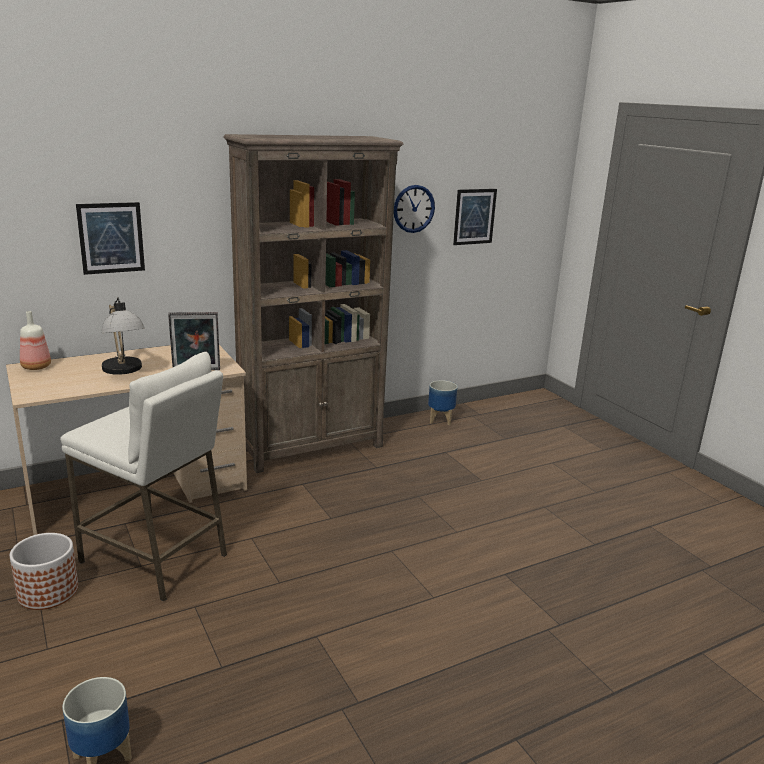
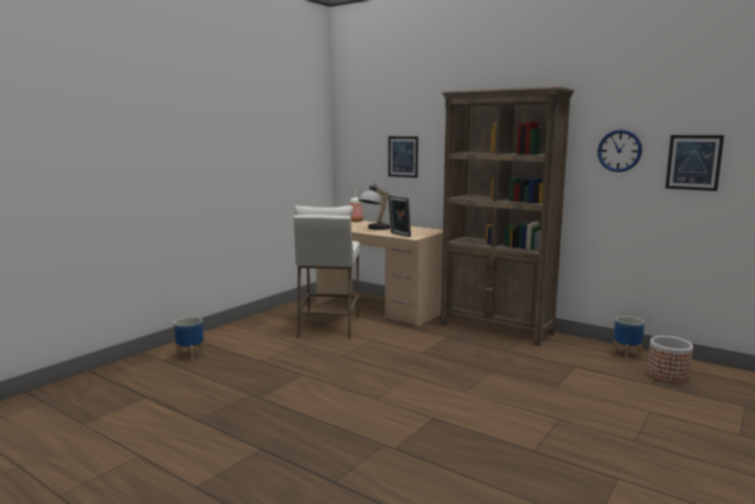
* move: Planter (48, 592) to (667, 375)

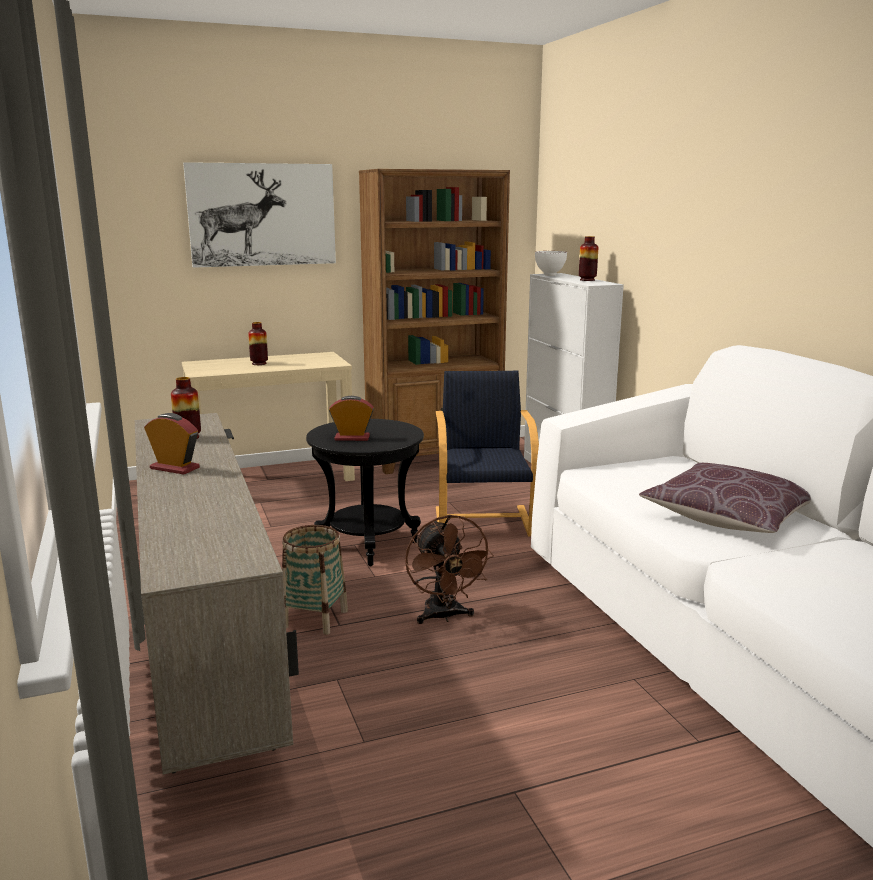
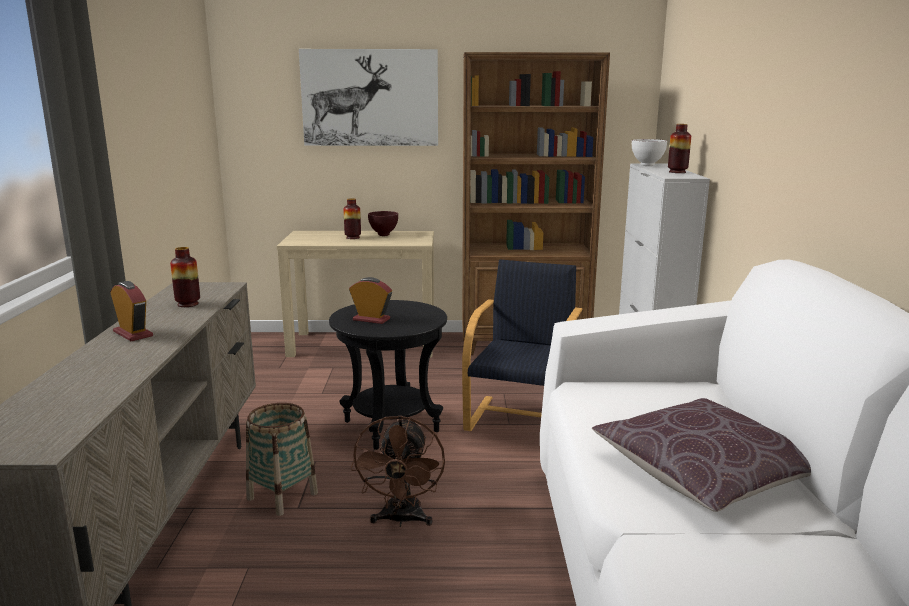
* insert: BrownBowl (383, 235)

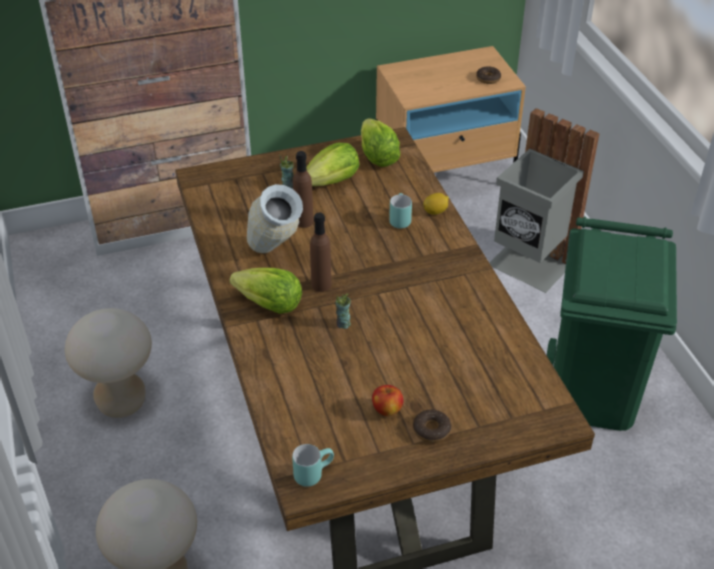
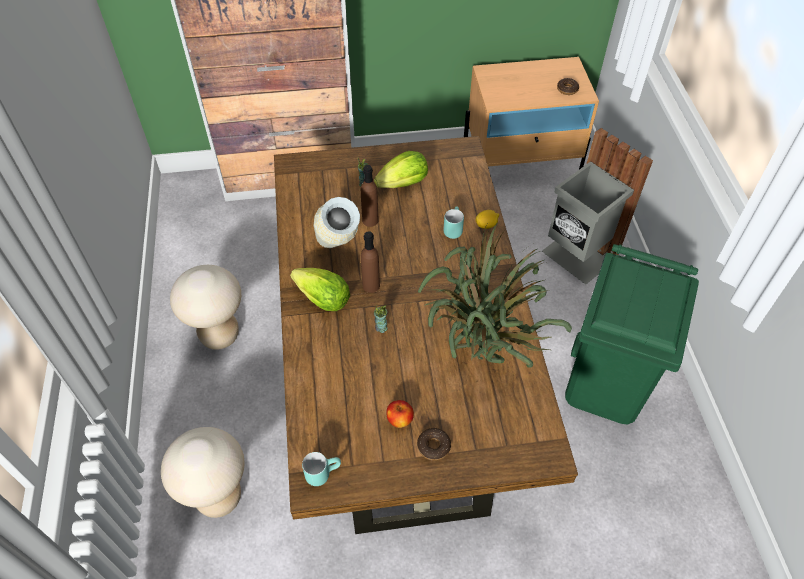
* delete: Lettuce (377, 157)
* insert: PottedPlant (479, 355)

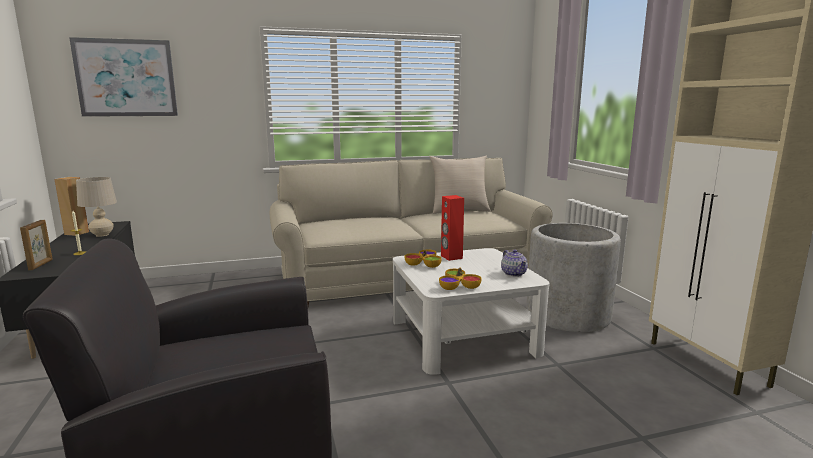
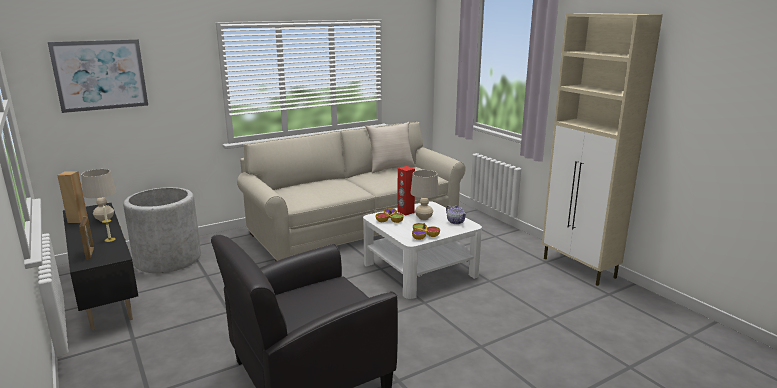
* move: GreyPlanter (568, 315) to (168, 259)
* insert: BeigeTableLamp (424, 218)

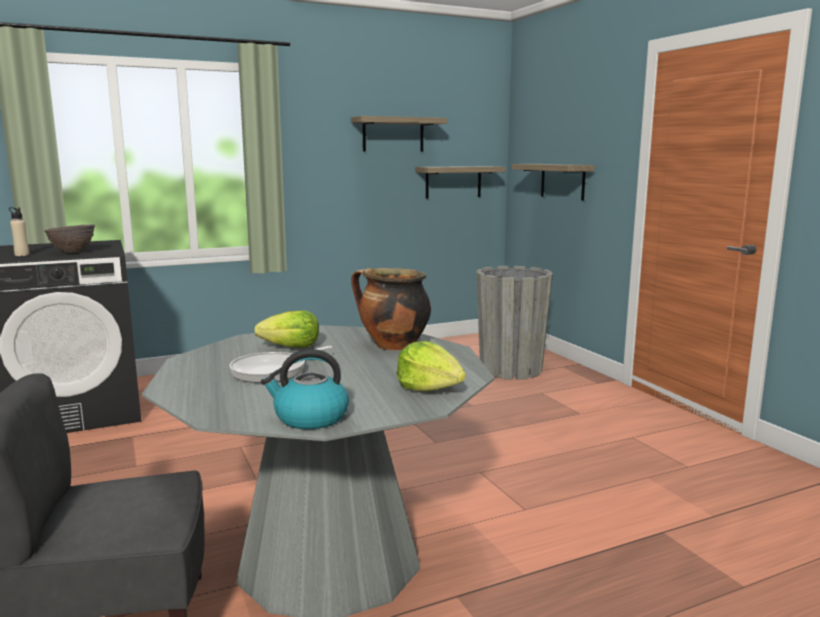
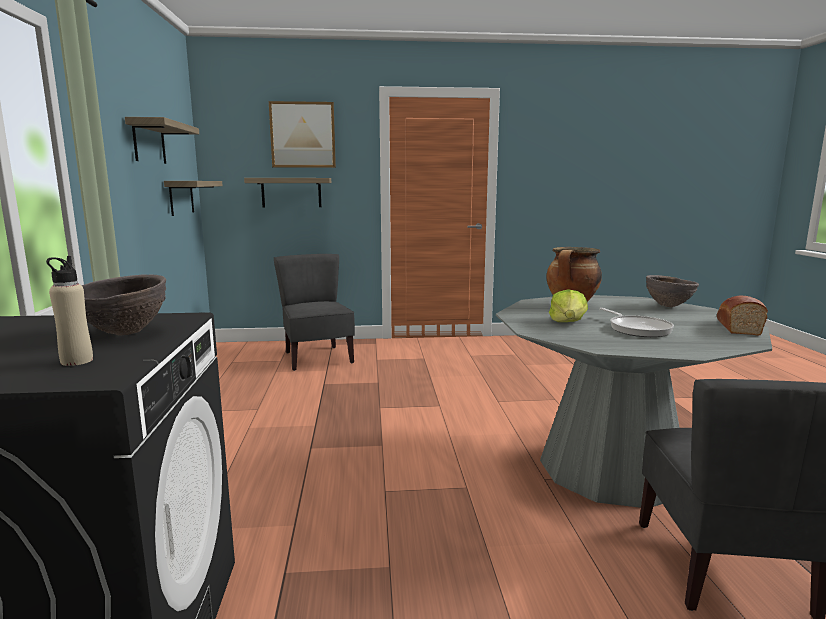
* replace: GreyPlanter (510, 369) to GreyChair (317, 358)
* replace: Lettuce (429, 388) to BrownBowl (668, 306)
* replace: Kettle (310, 418) to Bread (737, 327)
* insert: Picture (303, 135)

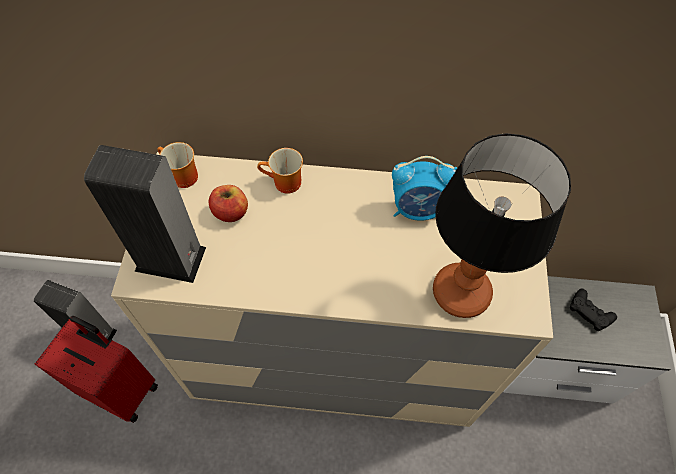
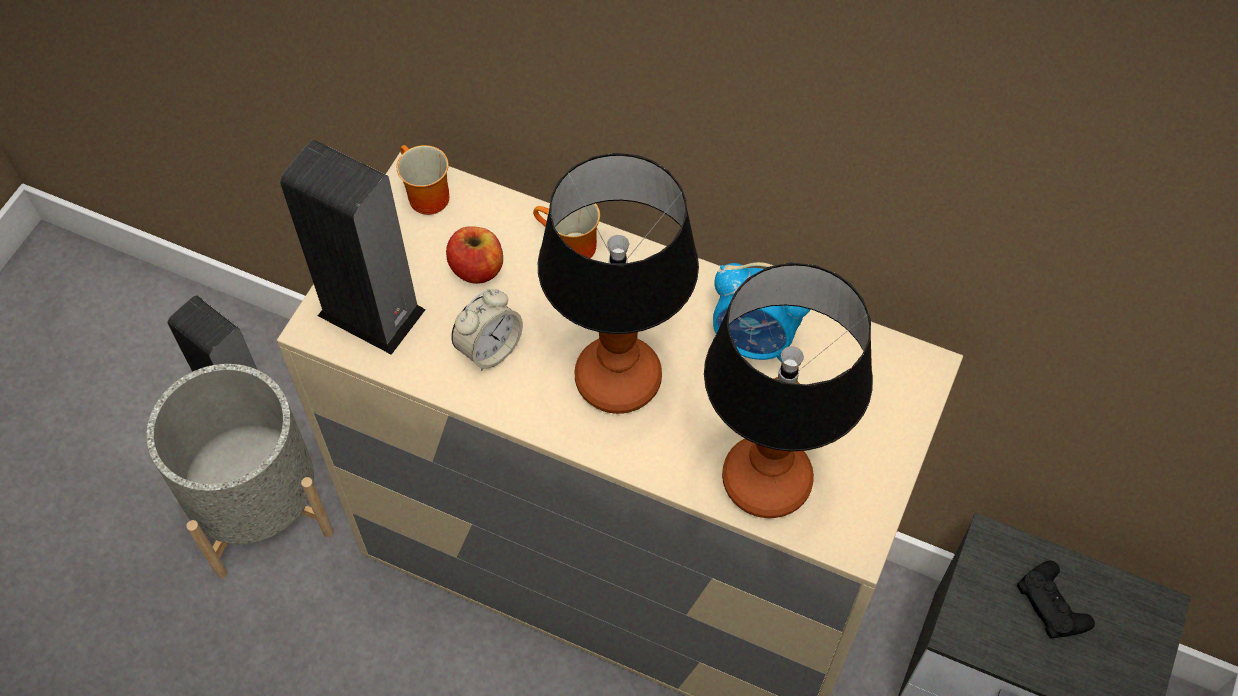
* replace: RedSuitcase (122, 389) to GreyPlanter (260, 506)
* insert: TableLamp (618, 377)
* insert: AlarmClock (489, 349)

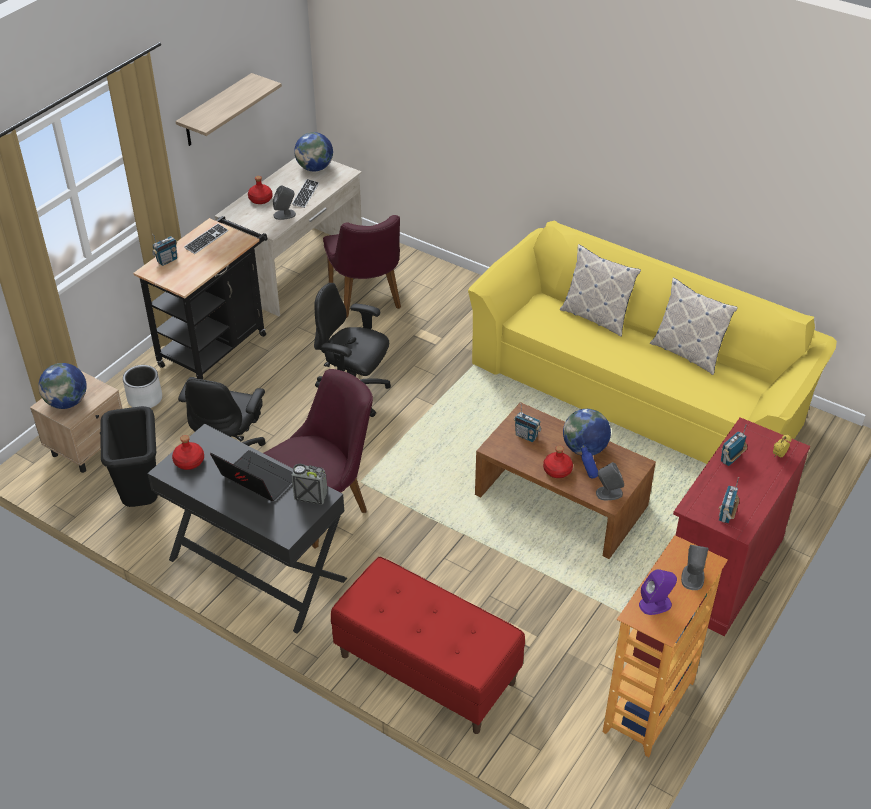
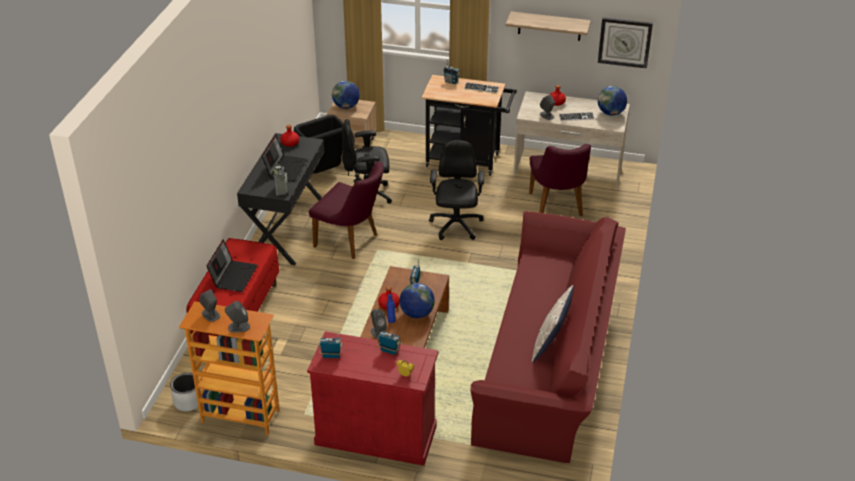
* rotate: PurpleChair (367, 300) = (557, 207) 60 degrees counterclockwise
* recolor: YellowSofa (639, 387) to RedSofa (551, 360)
* delete: Pillow (596, 317)
* move: GreyPlanter (144, 398) to (188, 401)
* recolor: PurpleSpeaker (655, 604) to GreySpeaker (211, 315)
* insert: WallClock (624, 42)
* insert: Laptop (233, 276)

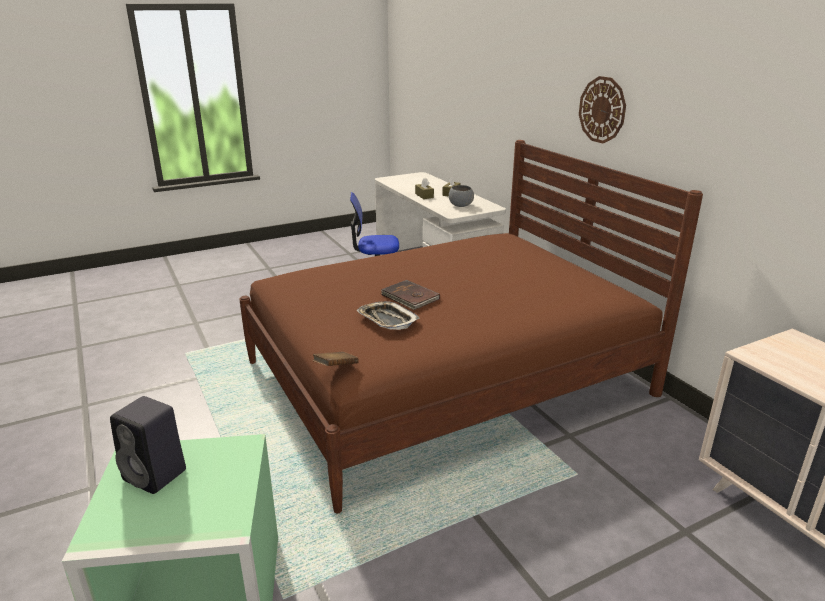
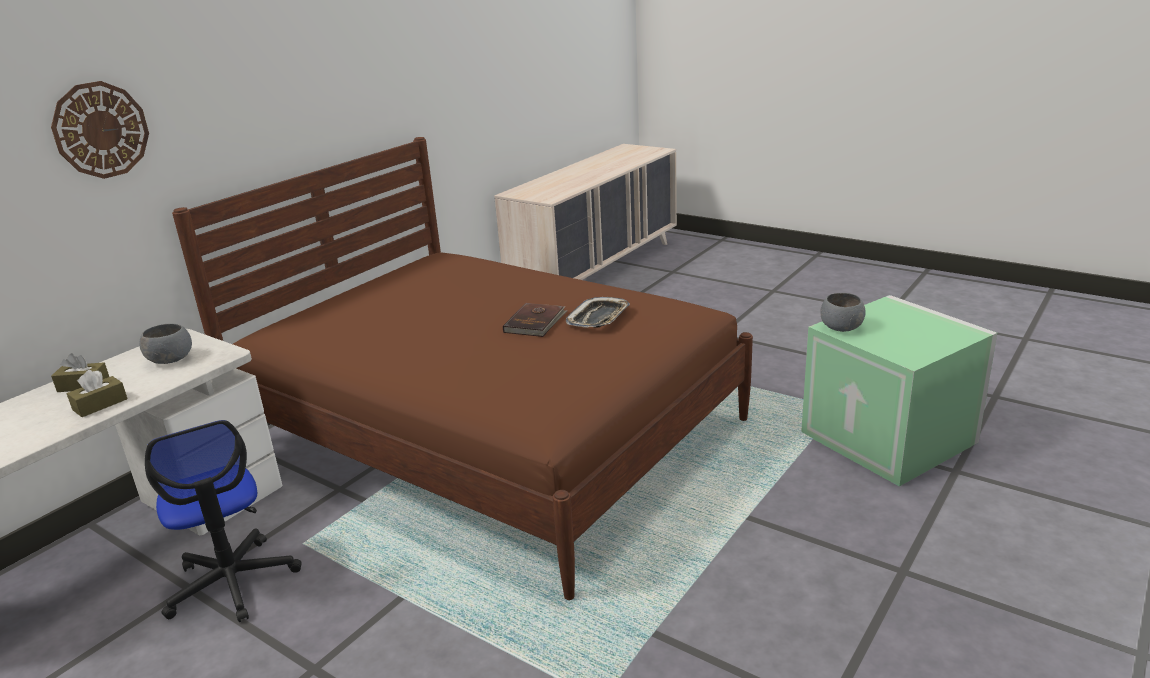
* move: WallClock (602, 110) to (101, 130)
* delete: BrownBook (336, 368)
* delete: BlackSpeaker (156, 475)
* insert: GreyBowl (841, 328)

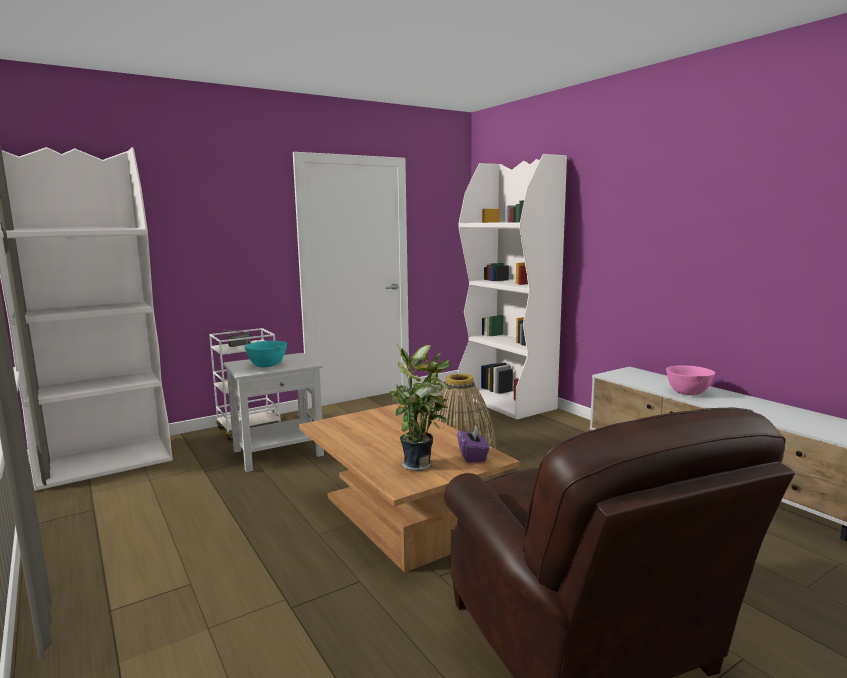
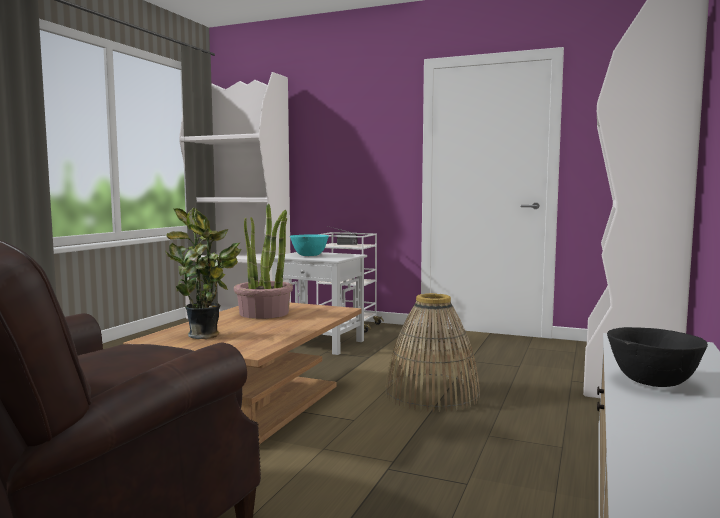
* recolor: PinkBowl (688, 393) to BlackBowl (652, 382)
* delete: PurpleTissueBox (473, 456)
* insert: PottedPlant (264, 313)

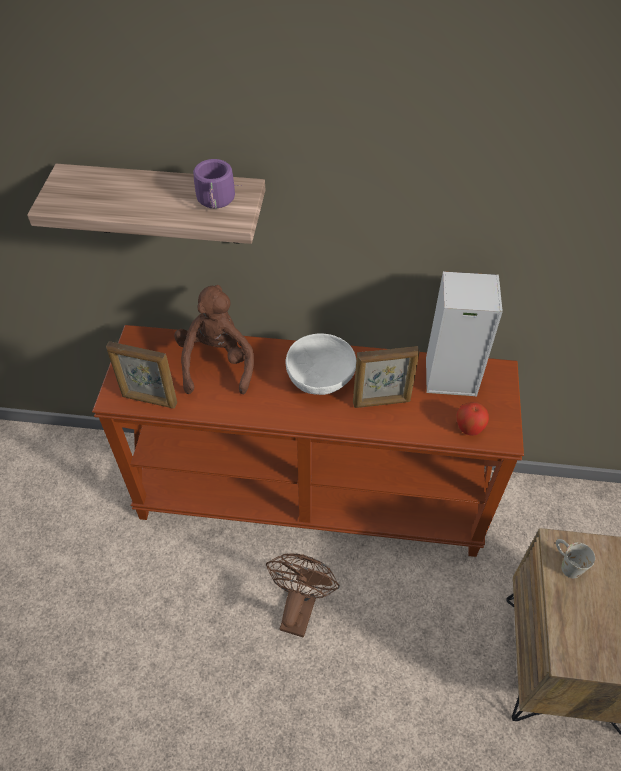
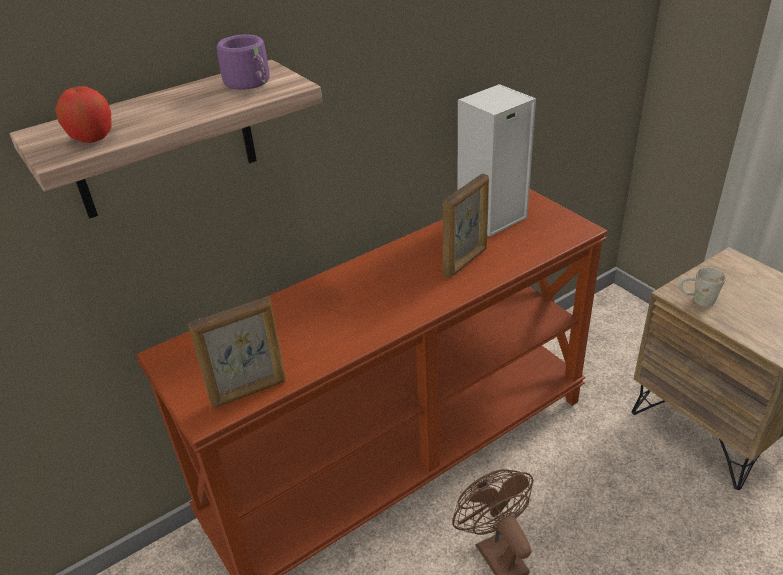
* delete: BrownPlushToy (217, 363)
* delete: WhiteBowl (321, 378)
* move: Apple (469, 427) to (92, 139)

